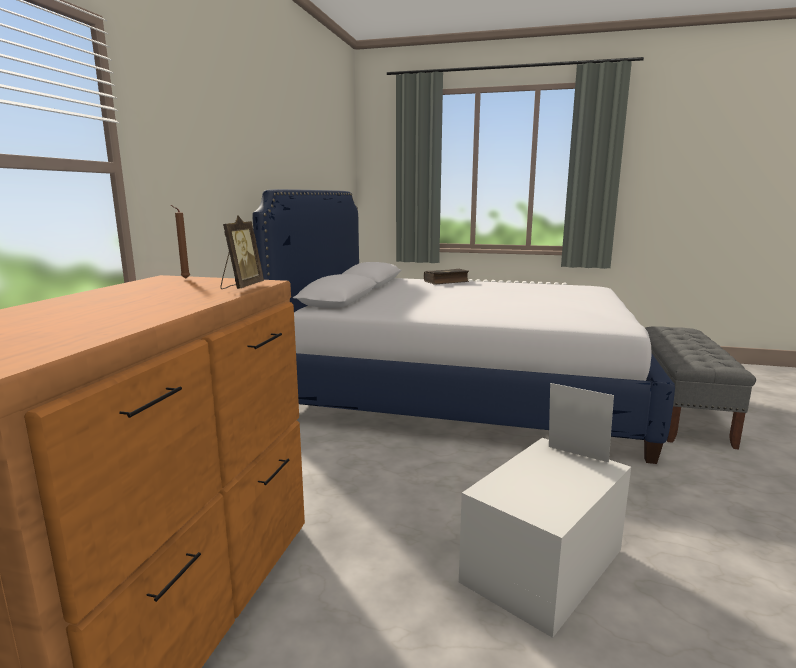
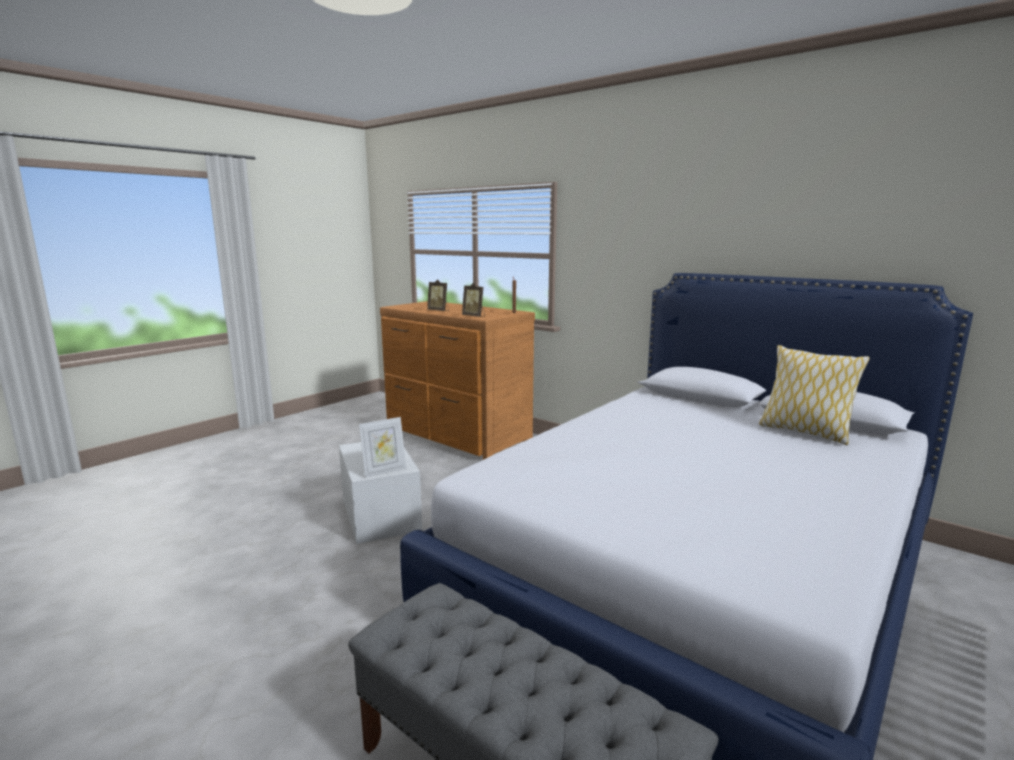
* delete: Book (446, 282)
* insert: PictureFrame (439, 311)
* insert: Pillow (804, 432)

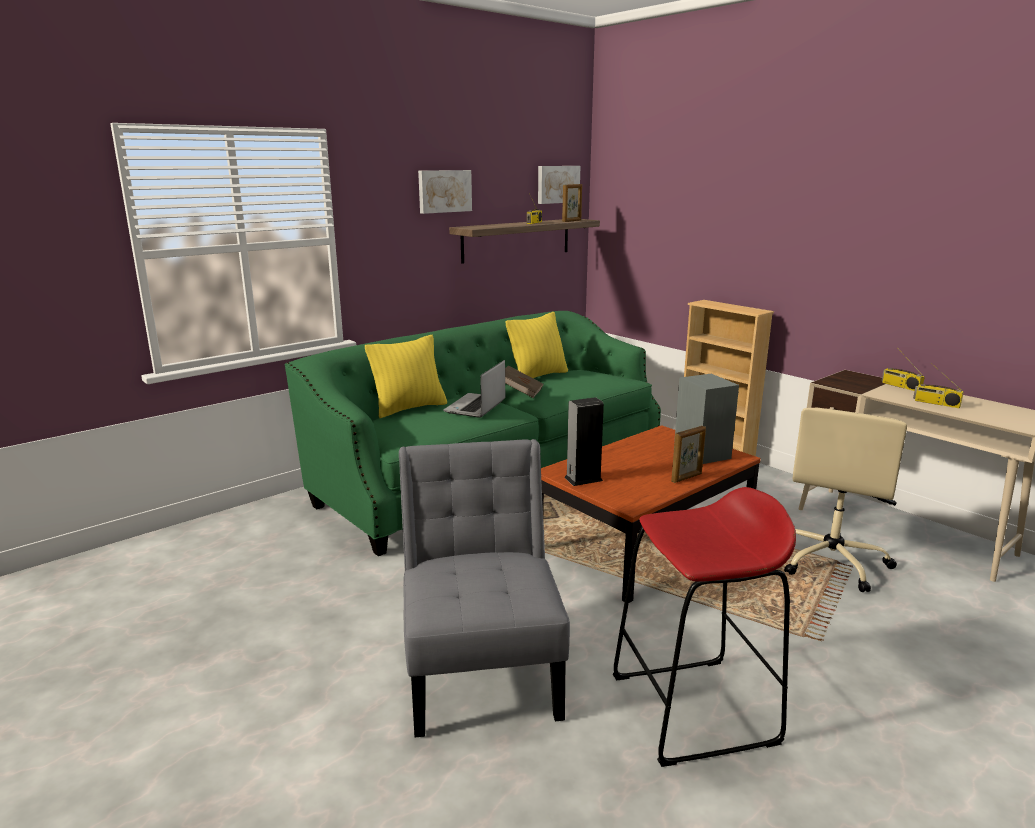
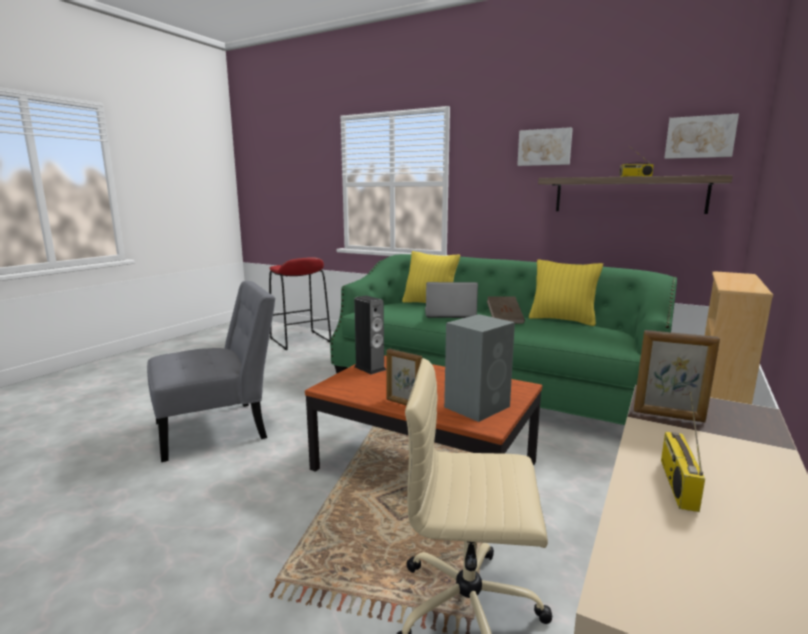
* move: PictureFrame (572, 221) to (668, 416)
* delete: Radio (900, 386)
* move: RedStool (694, 709) to (300, 340)

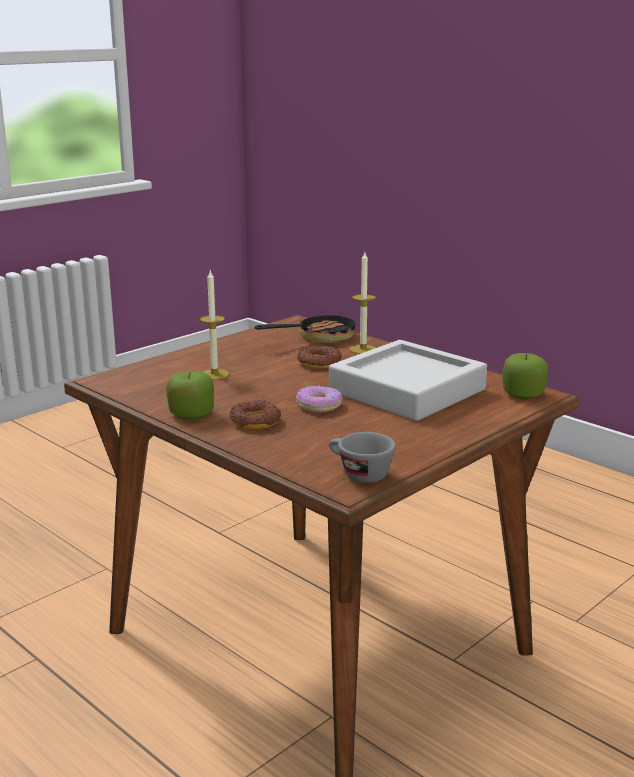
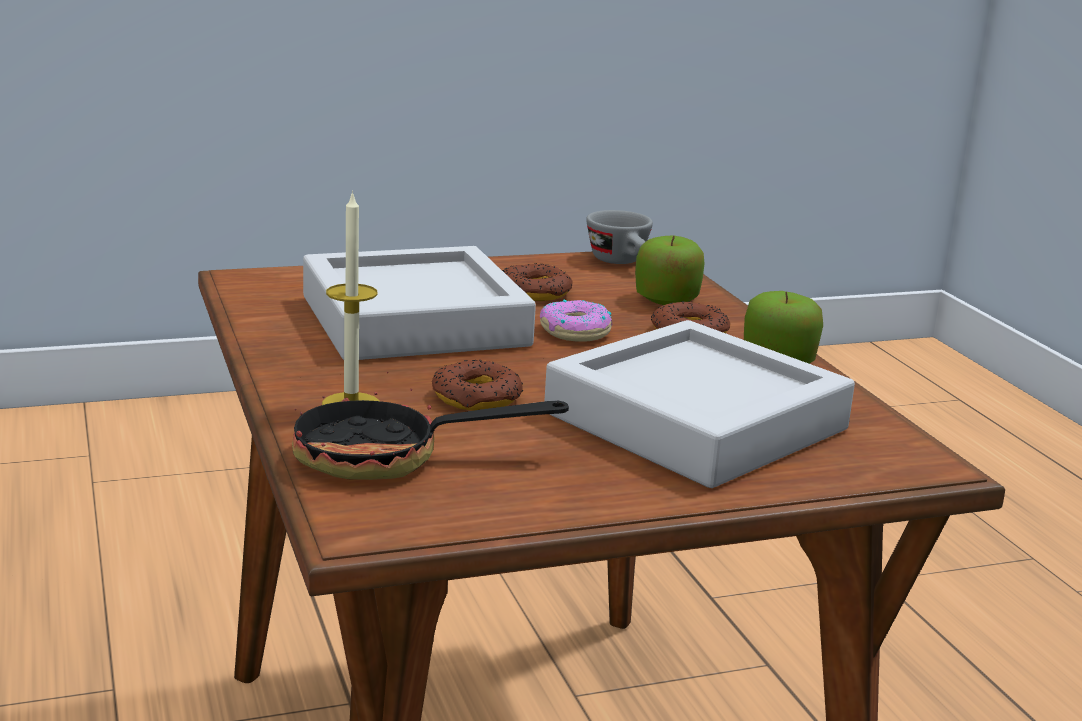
* replace: Candle (214, 374) to GreyTray (695, 421)
* move: Apple (523, 394) to (666, 300)
* insert: Donut (535, 292)

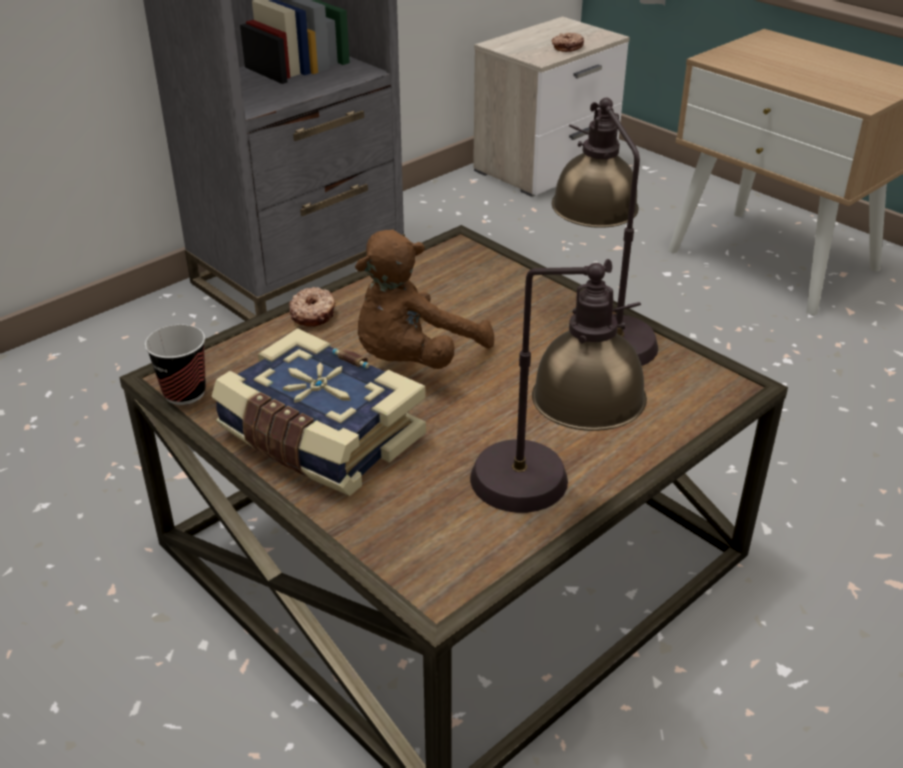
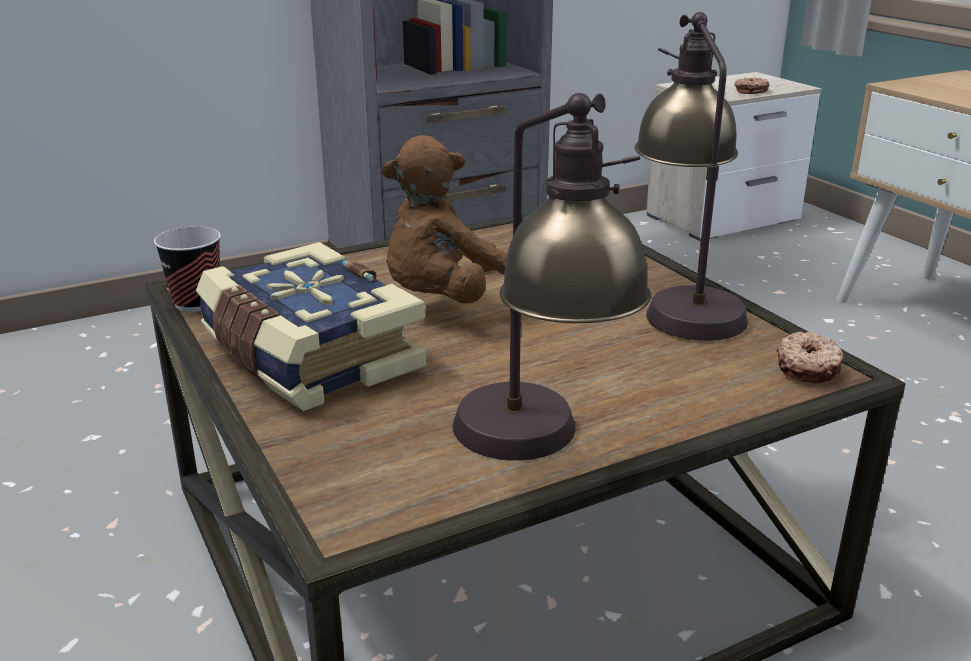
* move: Donut (314, 314) to (809, 367)

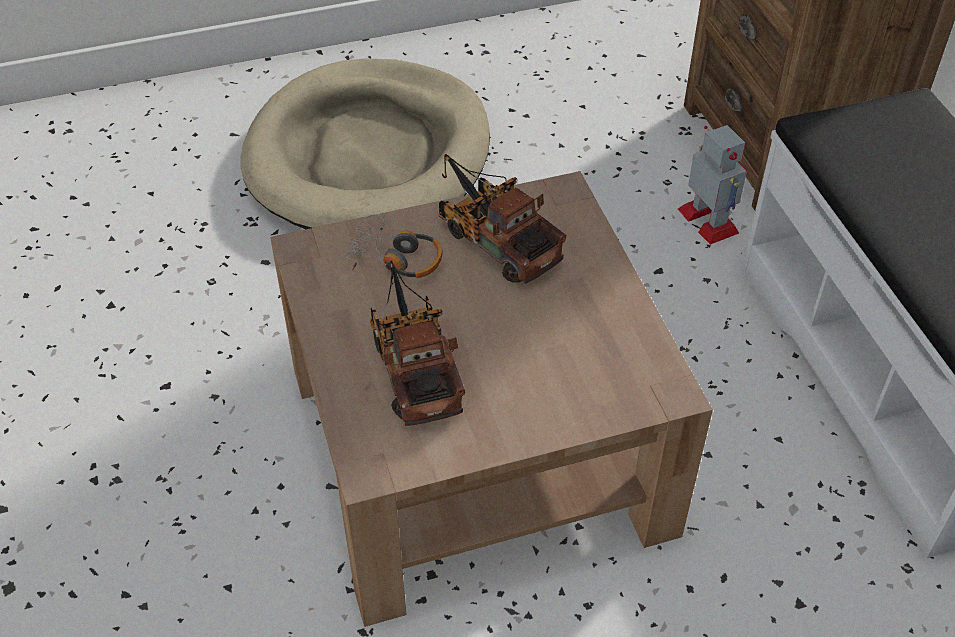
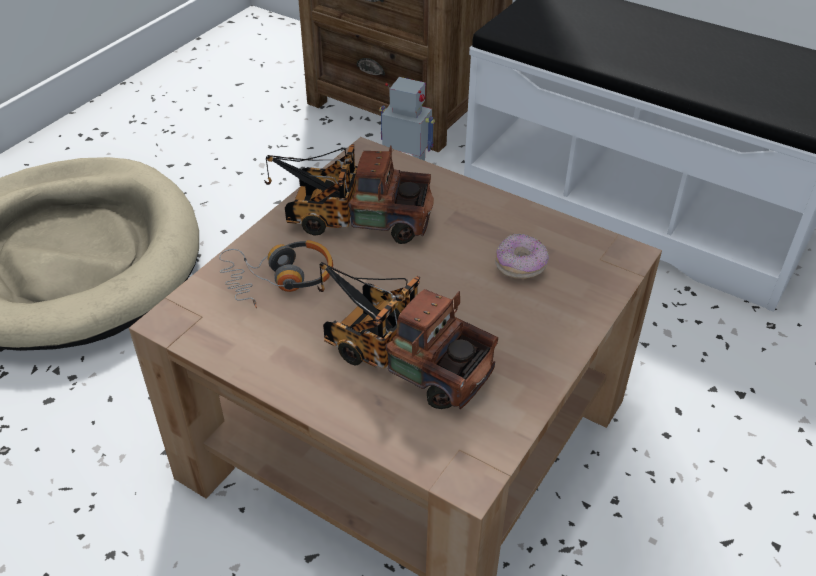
* insert: Donut (520, 266)

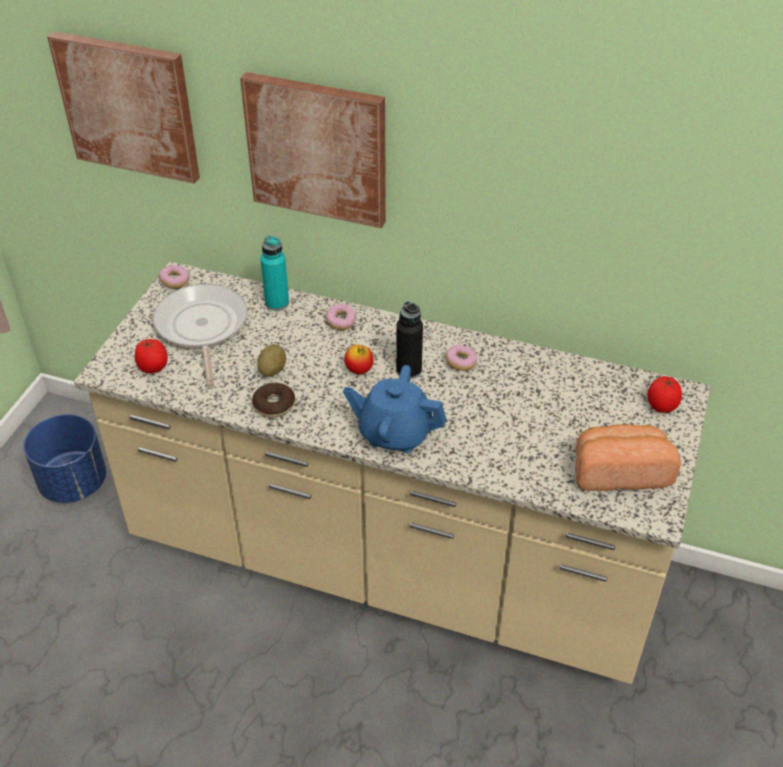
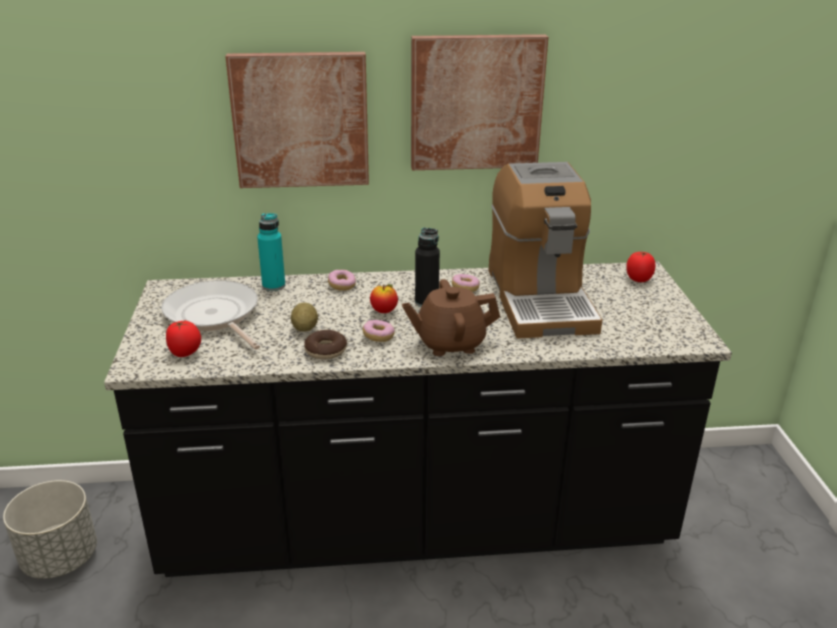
* move: Picture (129, 106) to (476, 102)
* recolor: BeigeCounter (391, 563) to BlackCounter (416, 524)
* move: Donut (175, 282) to (378, 337)
* recolor: BlueTeapot (394, 433) to BrownTeapot (450, 343)
* recolor: BluePlanter (74, 482) to GreyPlanter (61, 557)
* delete: Bread (619, 471)
* insert: CoffeeMachine (539, 298)

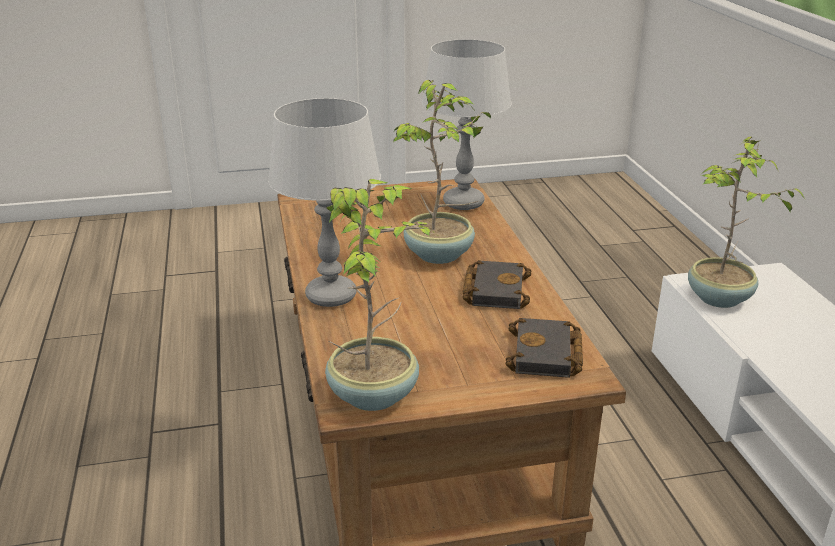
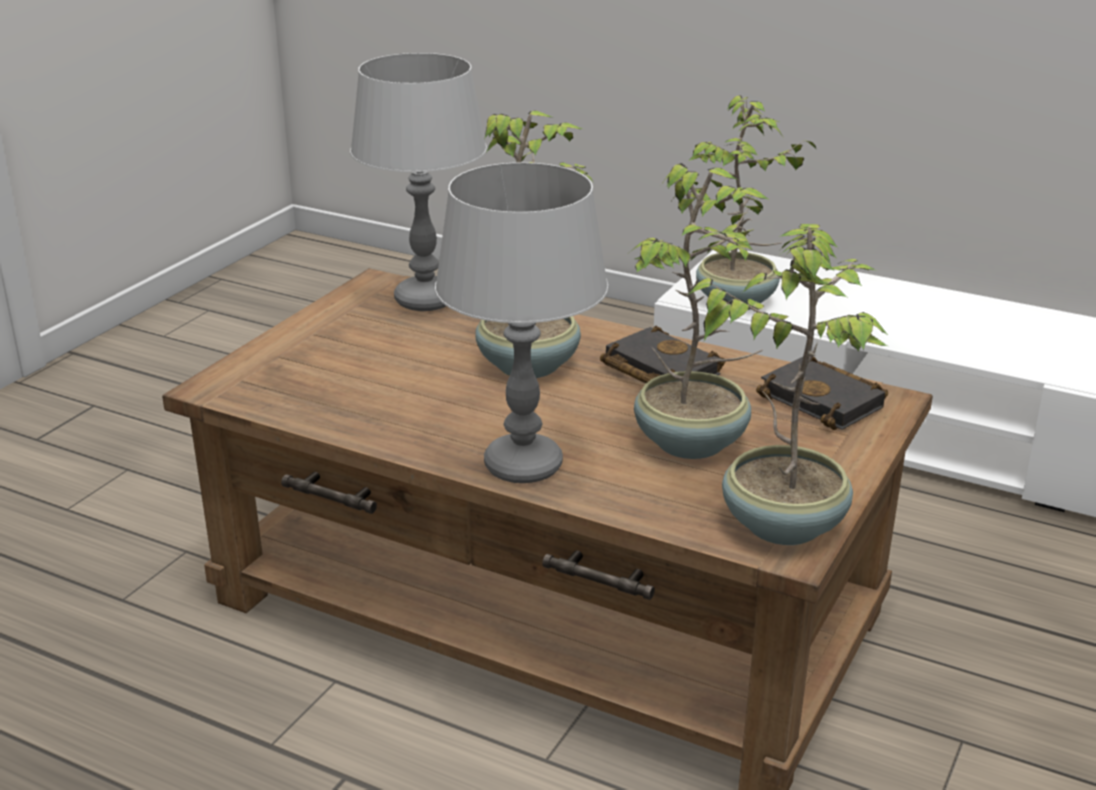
* insert: PottedPlant (693, 443)

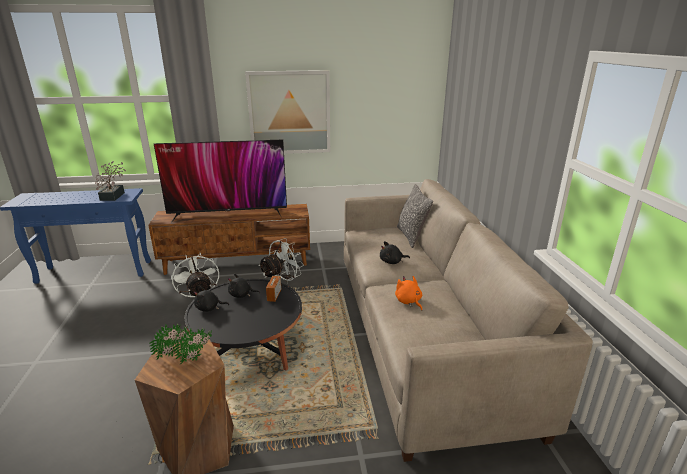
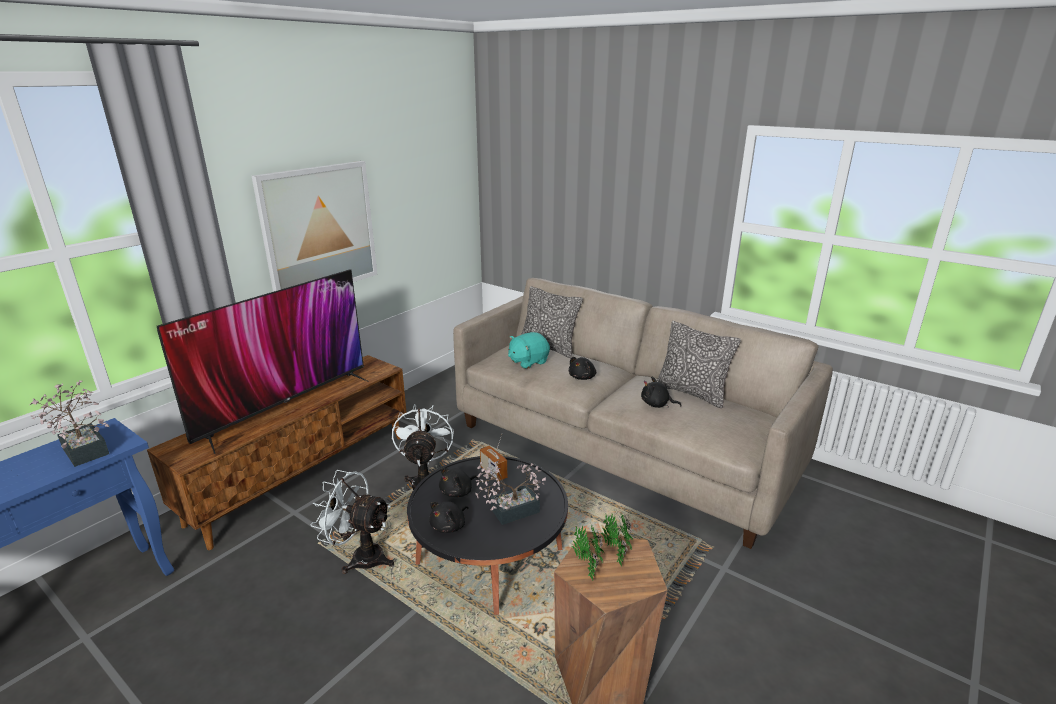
* recolor: OrangePlushToy (408, 301) to BlackPlushToy (657, 404)
* insert: Pillow (692, 393)
* insert: TurquoisePlushToy (528, 362)
* insert: PottedPlant (509, 512)

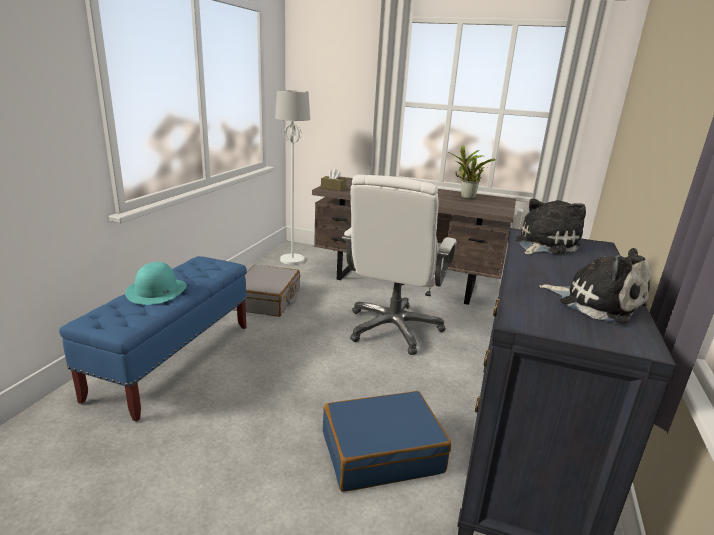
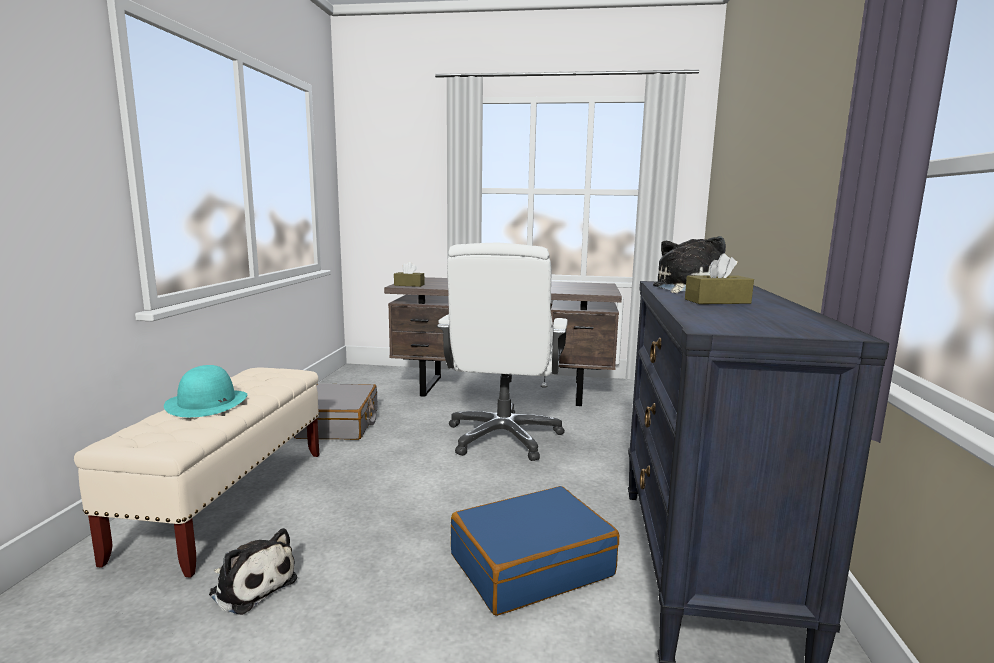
* delete: WhiteFloorLamp (292, 260)
* delete: PottedPlant (466, 198)
* move: PlushToy (596, 302) to (251, 585)
* recolor: BlueBench (174, 360) to BeigeBench (229, 501)
* insert: BrownTissueBox (717, 301)

